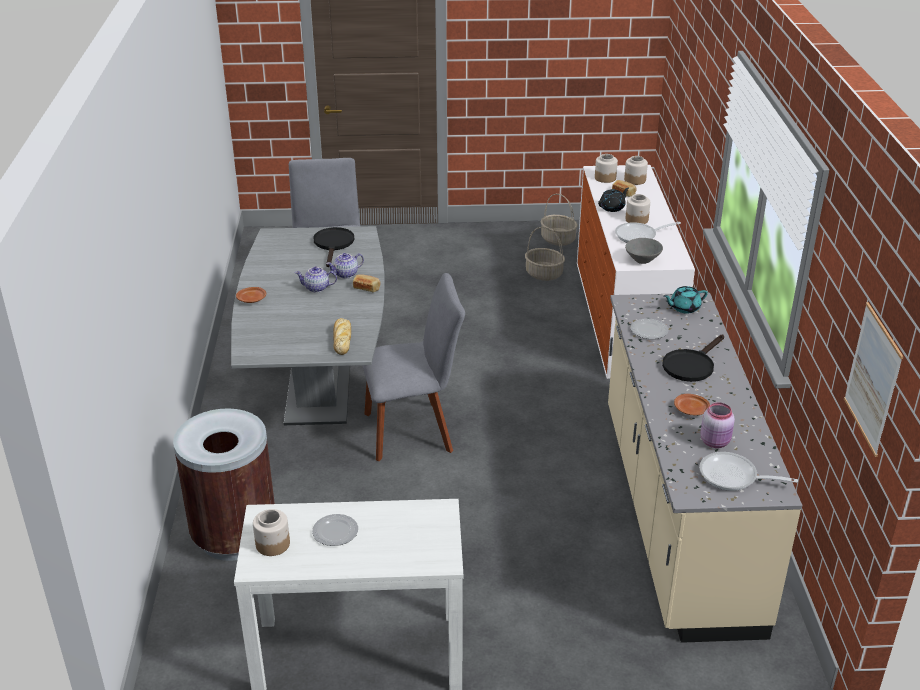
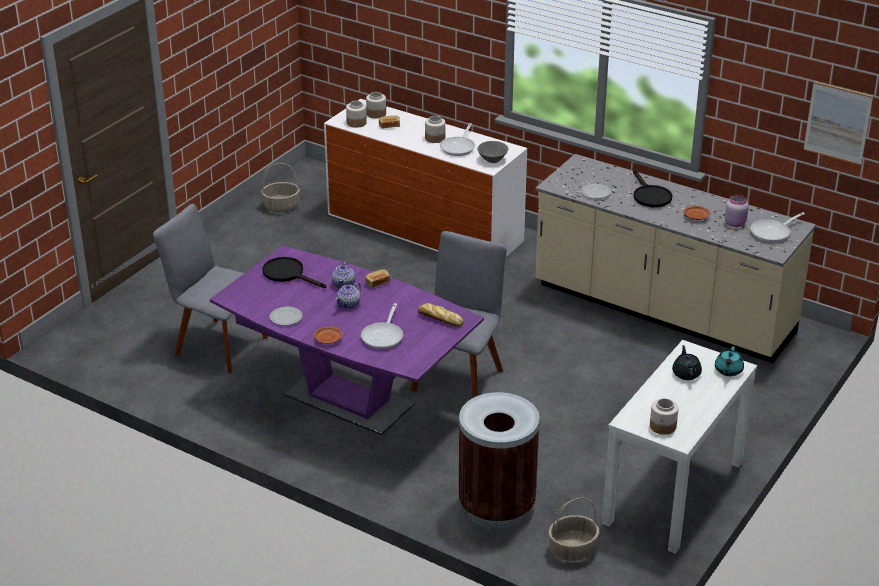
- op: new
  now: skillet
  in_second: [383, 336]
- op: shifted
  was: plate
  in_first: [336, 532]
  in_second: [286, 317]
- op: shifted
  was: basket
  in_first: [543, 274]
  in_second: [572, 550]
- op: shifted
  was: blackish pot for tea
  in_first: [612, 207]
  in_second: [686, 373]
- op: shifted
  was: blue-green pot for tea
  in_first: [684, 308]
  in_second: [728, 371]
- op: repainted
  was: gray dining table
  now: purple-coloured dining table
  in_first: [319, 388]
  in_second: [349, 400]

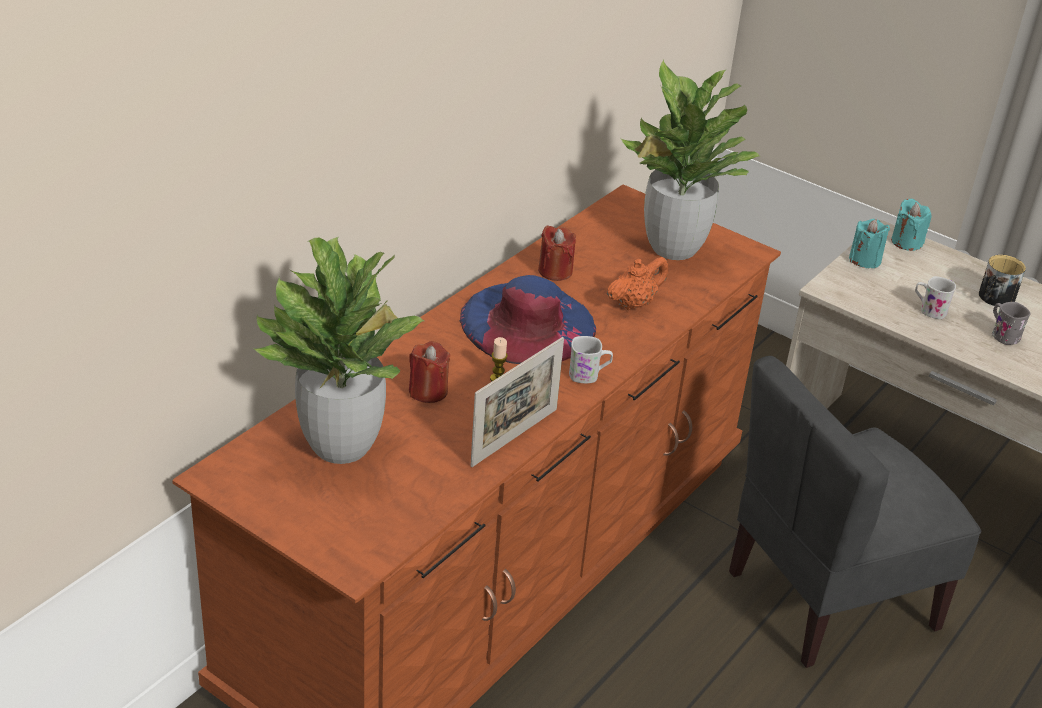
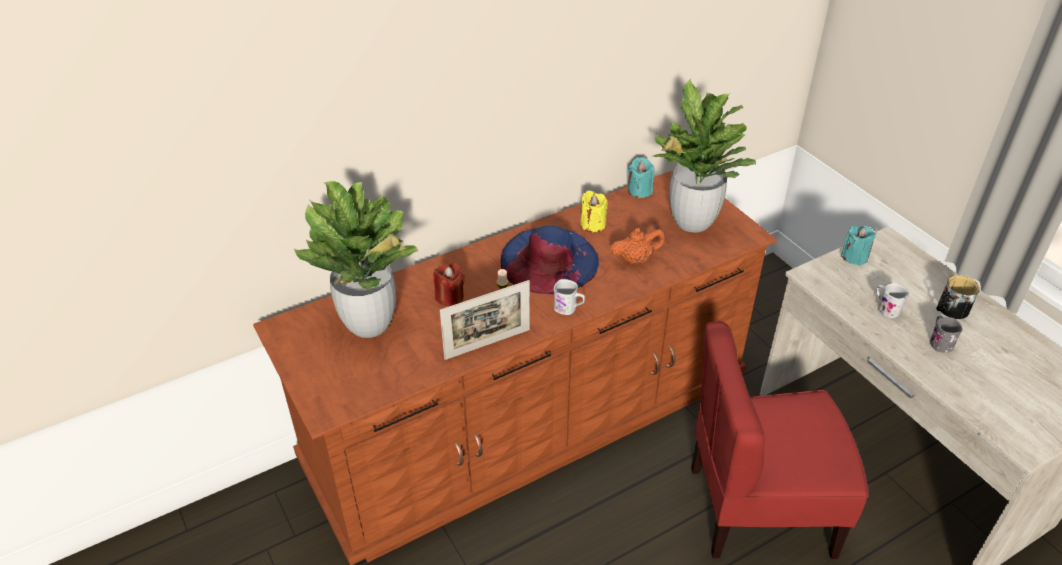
- op: shifted
  was: blue-green wax light
  in_first: [906, 242]
  in_second: [639, 191]
- op: repainted
  was: red wax light
  now: yellow-coloured wax light
  in_first: [555, 271]
  in_second: [592, 224]
- op: repainted
  was: gray plain chair
  now: red plain chair
  in_first: [829, 598]
  in_second: [759, 509]

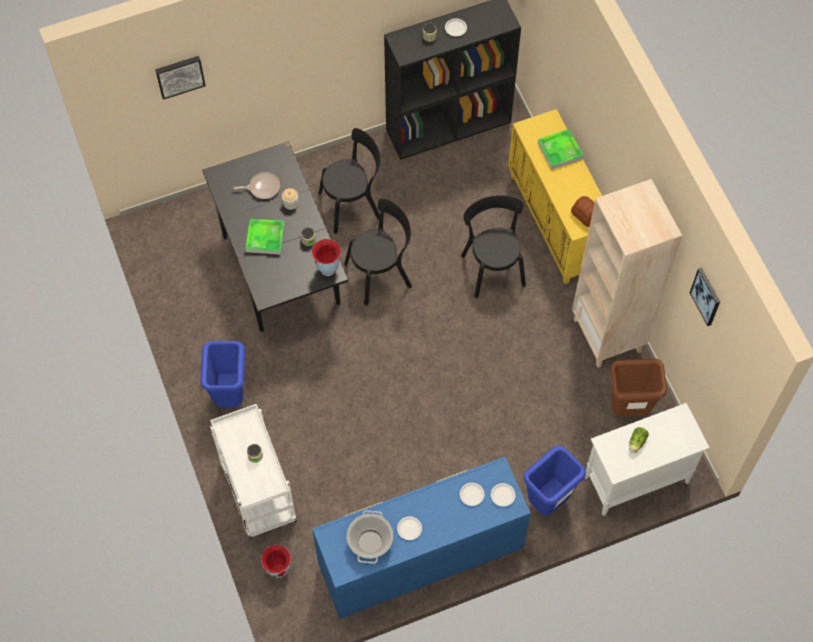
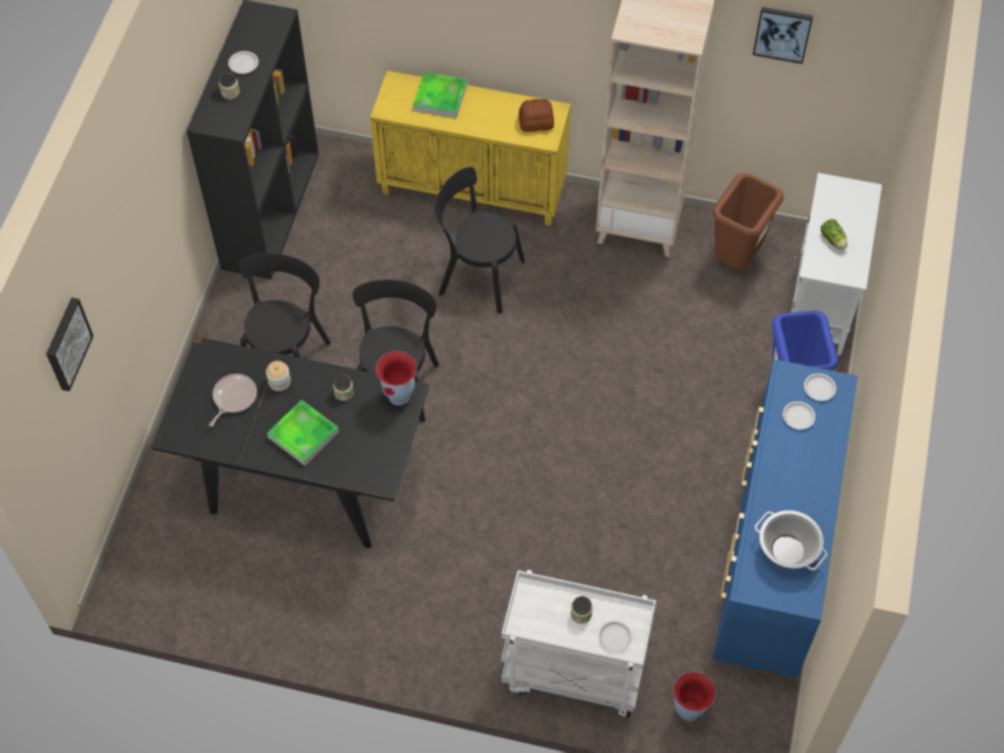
- op: gone
  was: blue trash can
  in_first: [230, 395]
- op: shifted
  was: white-coloured plate
  in_first: [409, 528]
  in_second: [614, 637]

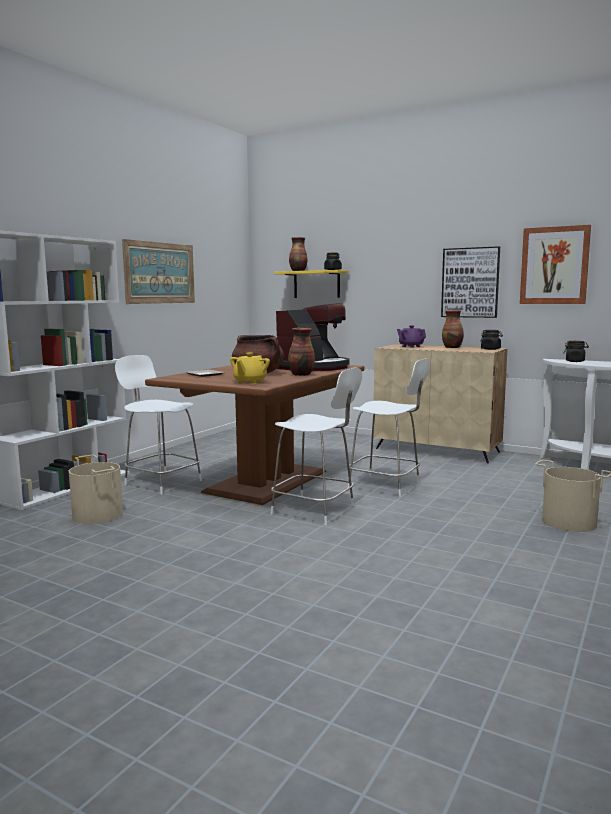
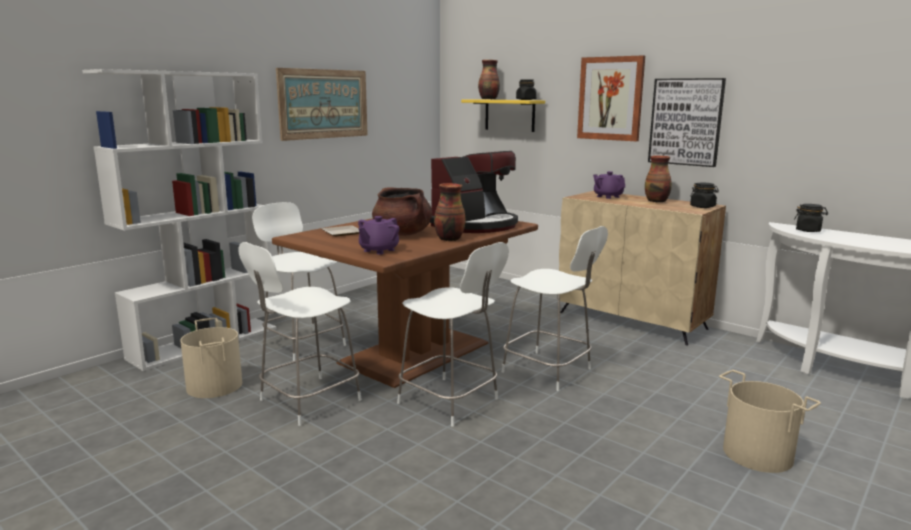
- op: new
  now: white-coloured plain chair
  in_second: [307, 401]
- op: shifted
  was: wall art
  in_first: [554, 265]
  in_second: [610, 98]
- op: repainted
  was: yellow-coloured pot for tea
  now: purple-coloured pot for tea
  in_first: [249, 382]
  in_second: [378, 250]

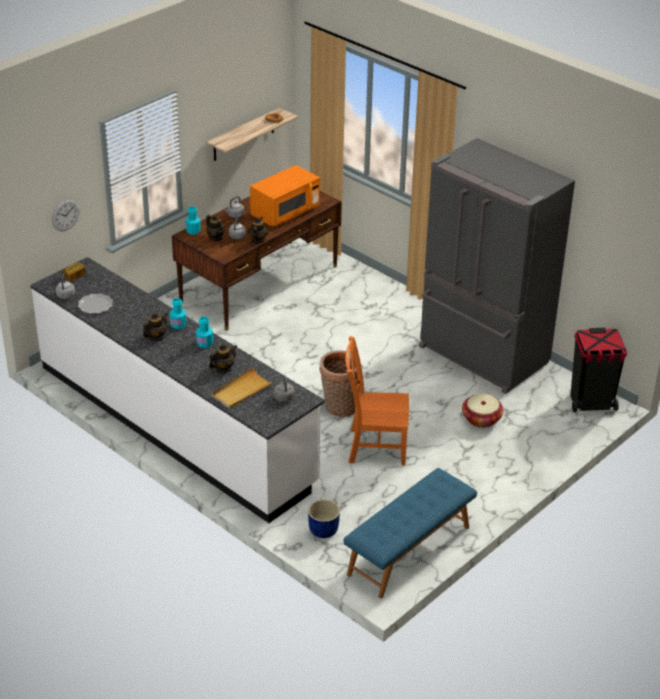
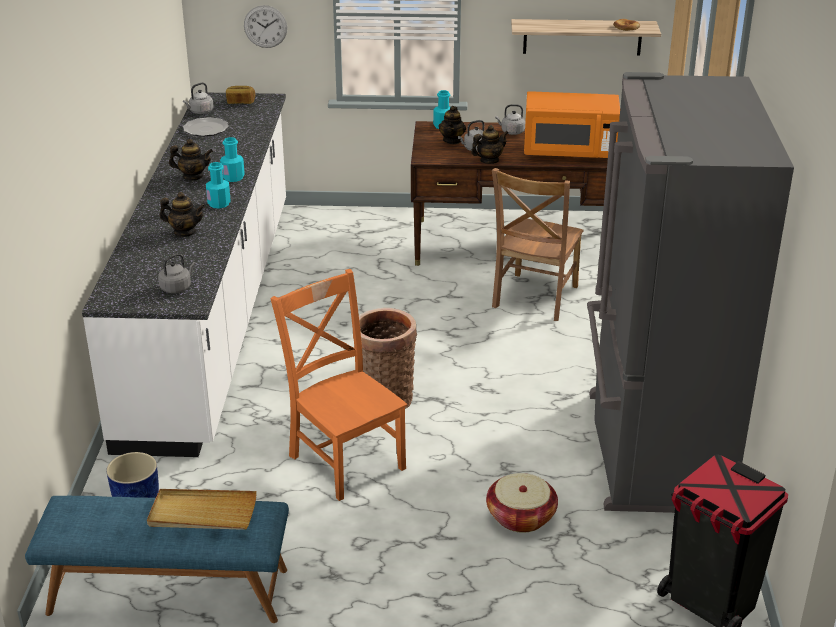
- op: new
  now: brown plain chair
  in_second: [534, 298]
- op: shifted
  was: sand-coloured carrying tray
  in_first: [242, 391]
  in_second: [202, 513]

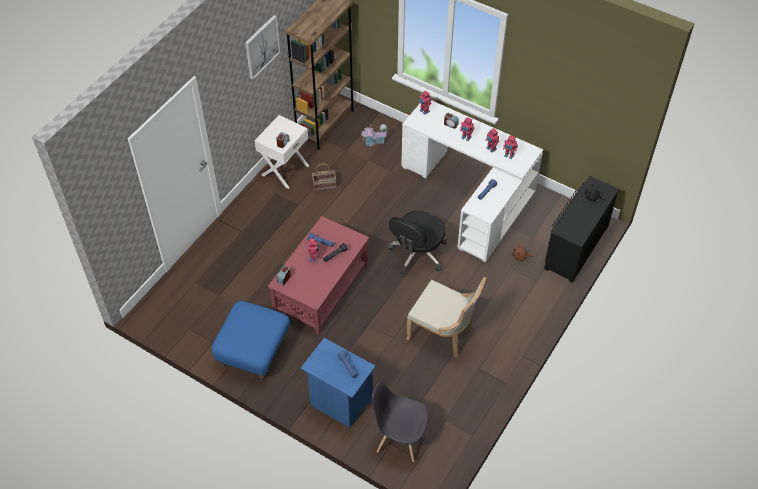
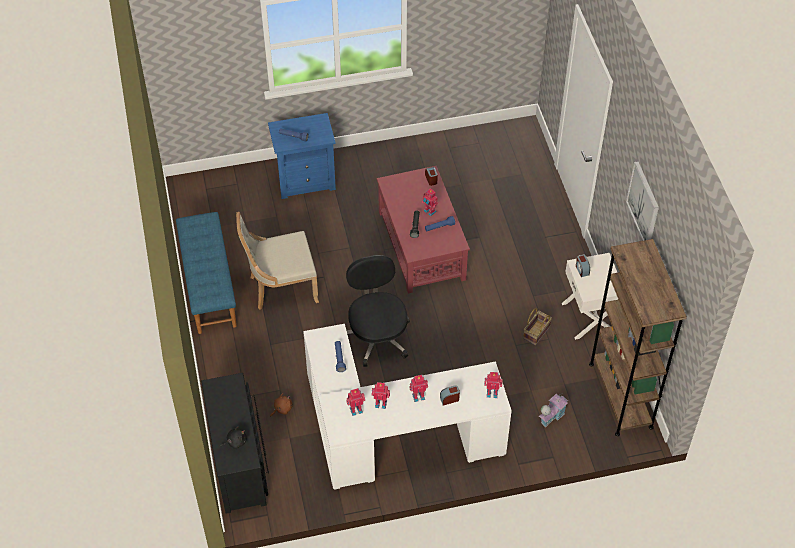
- op: gone
  was: blue pouffe
  in_first: [253, 352]
- op: gone
  was: gray plain chair
  in_first: [399, 440]
- op: new
  now: blue indoor bench
  in_second: [208, 285]

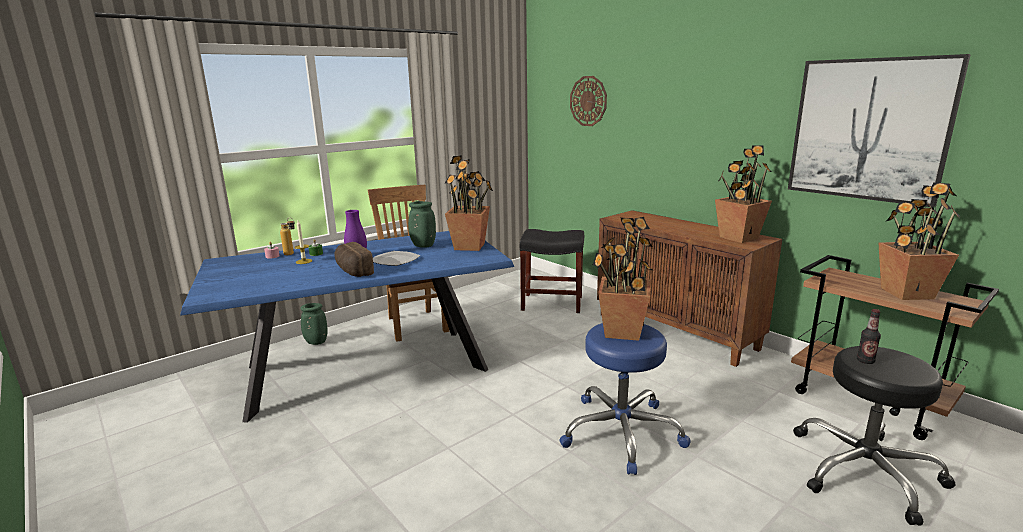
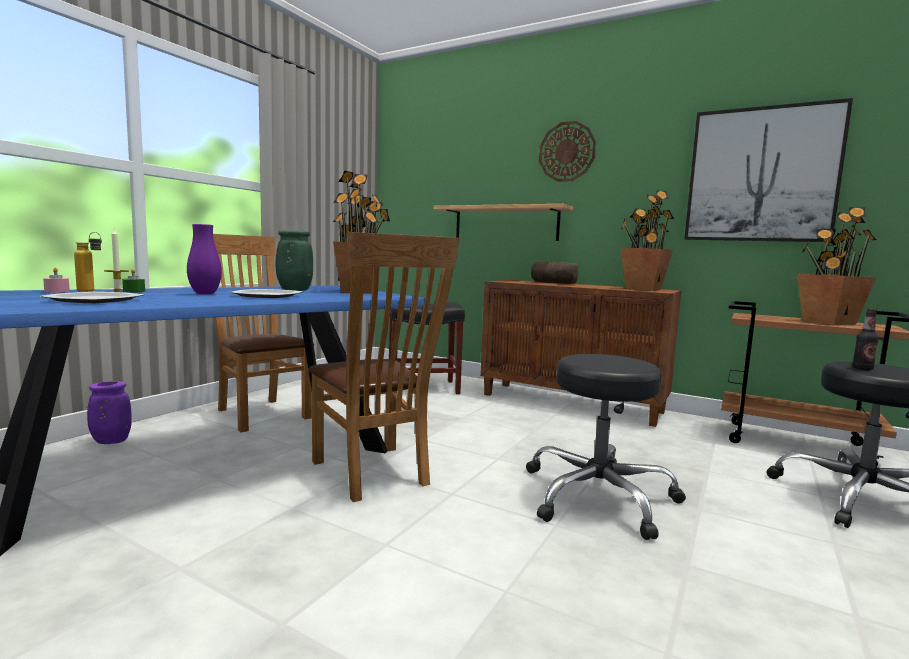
- op: gone
  was: houseplant
  in_first: [621, 332]
- op: new
  now: plate
  in_second: [95, 300]
- op: new
  now: brown plain chair
  in_second: [374, 475]
- op: new
  now: wall shelf
  in_second: [505, 223]
- op: shifted
  was: bread
  in_first: [353, 271]
  in_second: [552, 283]
- op: shifted
  was: wall clock
  in_first: [588, 101]
  in_second: [567, 152]
- op: repainted
  was: greenish flower vase
  now: purple-coloured flower vase
  in_first: [315, 342]
  in_second: [110, 442]
- op: repainted
  was: blue stool
  now: blackish stool
  in_first: [622, 432]
  in_second: [599, 496]

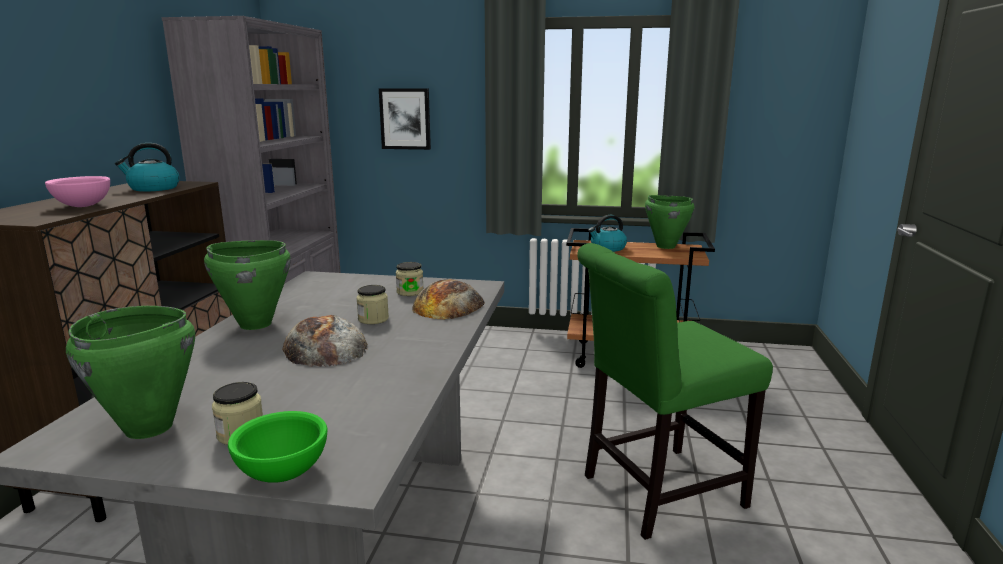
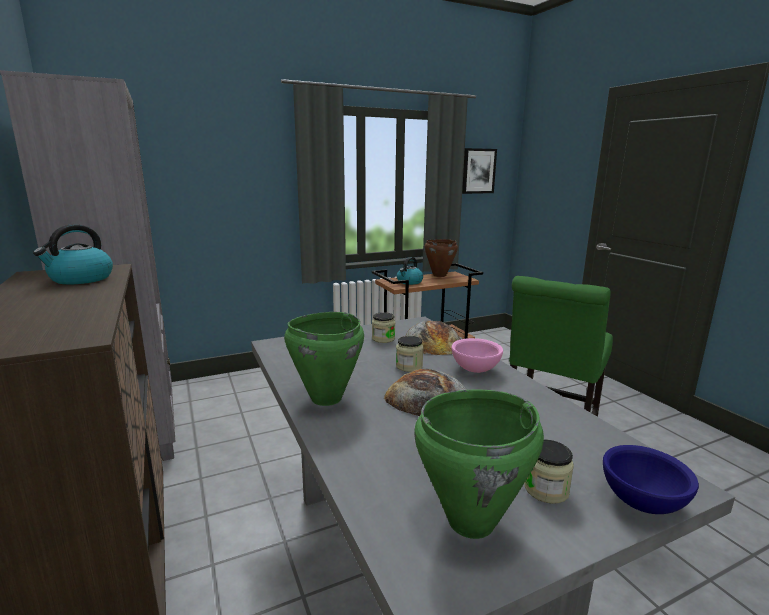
- op: shifted
  was: pink-coloured deep dish
  in_first: [83, 206]
  in_second: [474, 369]
- op: shifted
  was: wall art
  in_first: [405, 119]
  in_second: [478, 171]
- op: repainted
  was: greenish deep dish
  now: blue deep dish
  in_first: [284, 473]
  in_second: [642, 501]
- op: repainted
  was: greenish stockpot
  now: brown stockpot
  in_first: [665, 246]
  in_second: [439, 275]

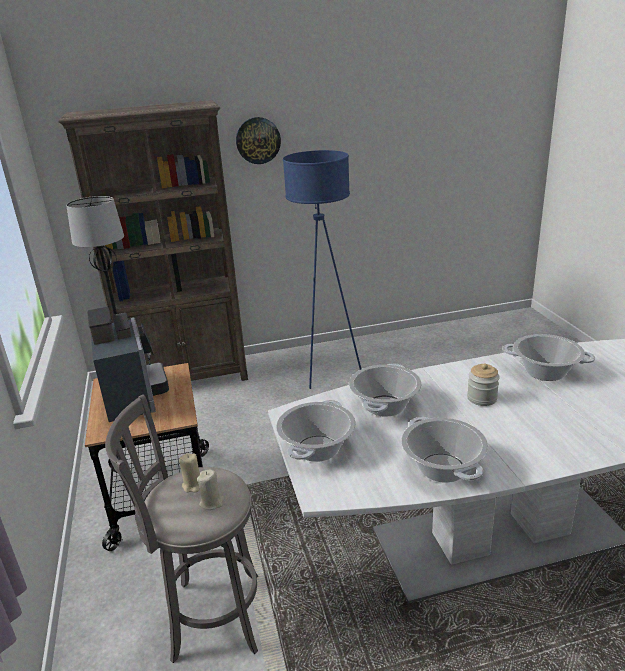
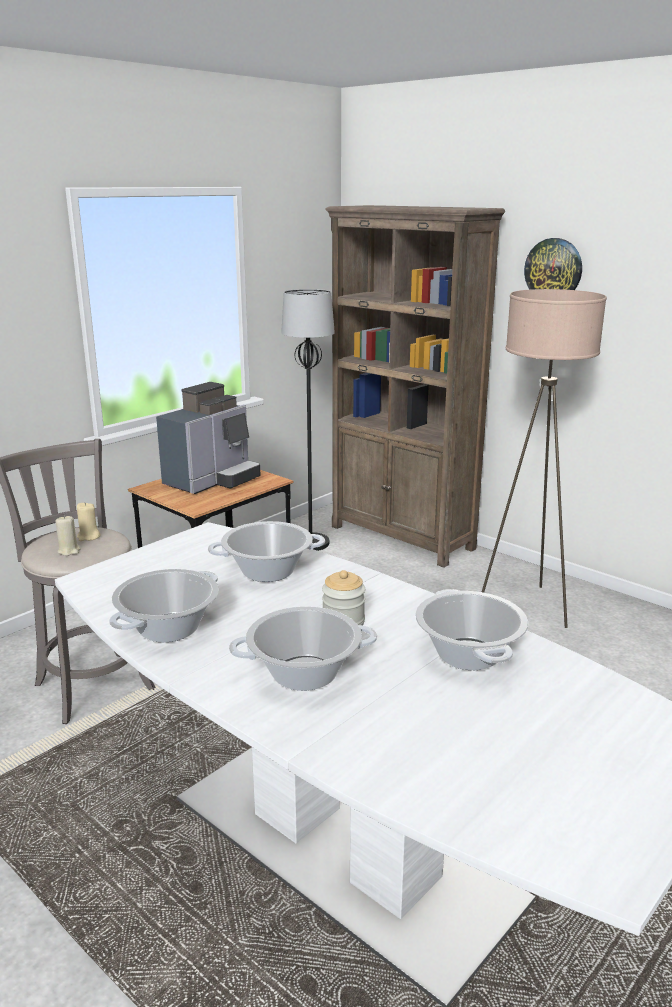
- op: shifted
  was: stockpot
  in_first: [317, 448]
  in_second: [304, 674]
- op: repainted
  was: blue standing lamp
  now: sand-coloured standing lamp
  in_first: [327, 371]
  in_second: [527, 607]

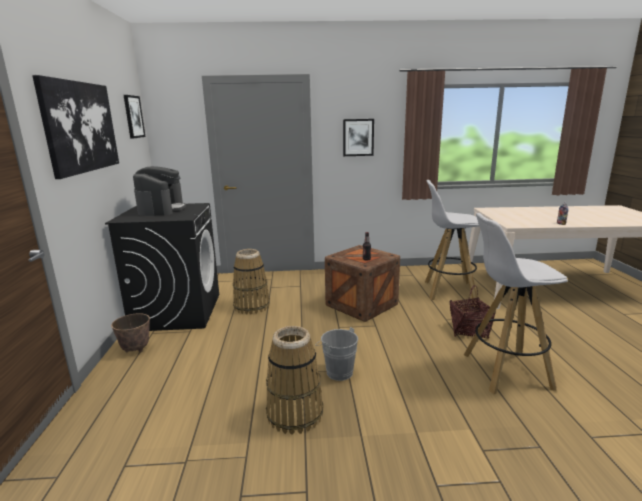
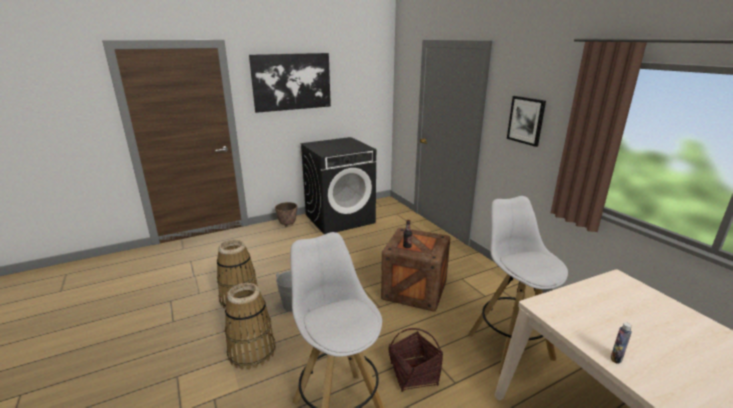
- op: gone
  was: wall art
  in_first: [133, 117]
- op: gone
  was: coffee brewer
  in_first: [162, 209]
- op: shifted
  was: basket
  in_first: [251, 306]
  in_second: [252, 351]

